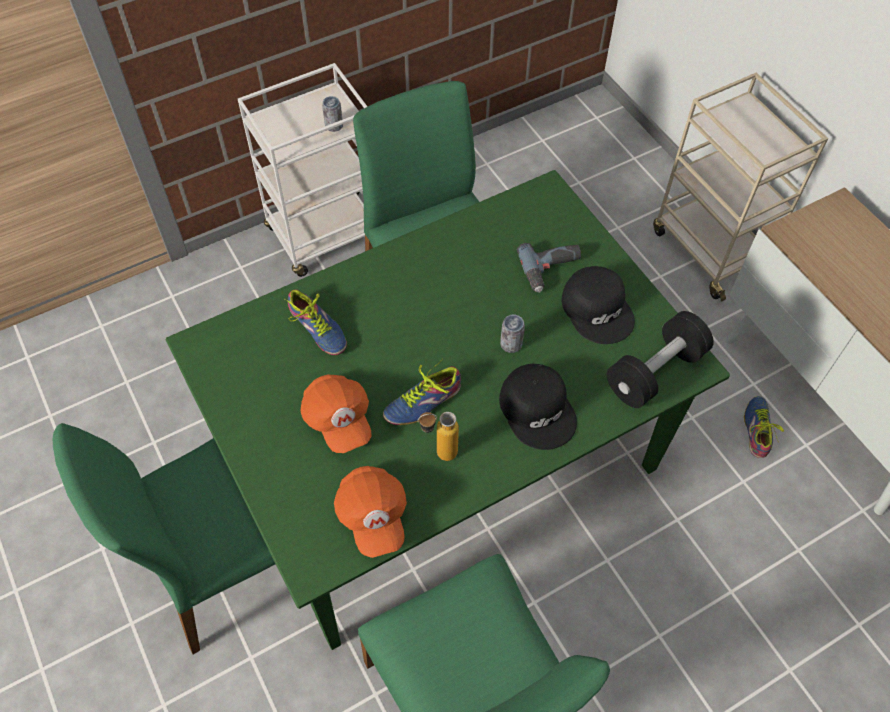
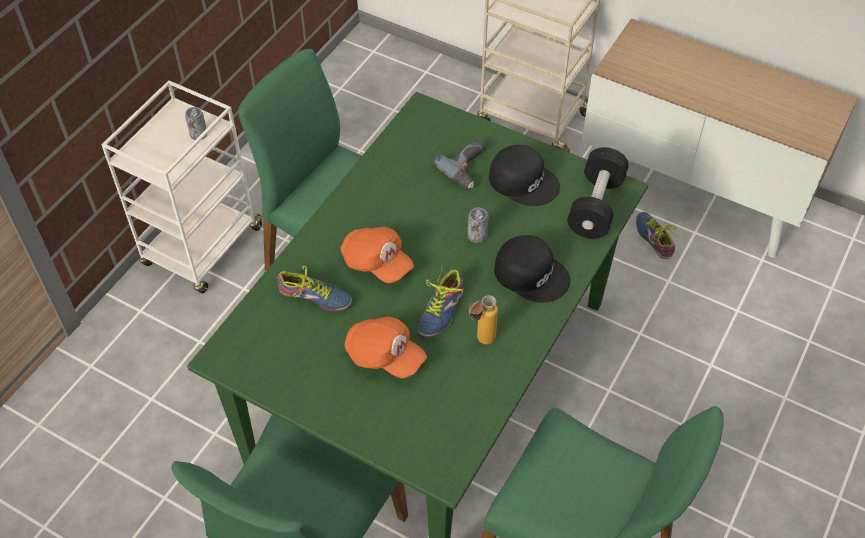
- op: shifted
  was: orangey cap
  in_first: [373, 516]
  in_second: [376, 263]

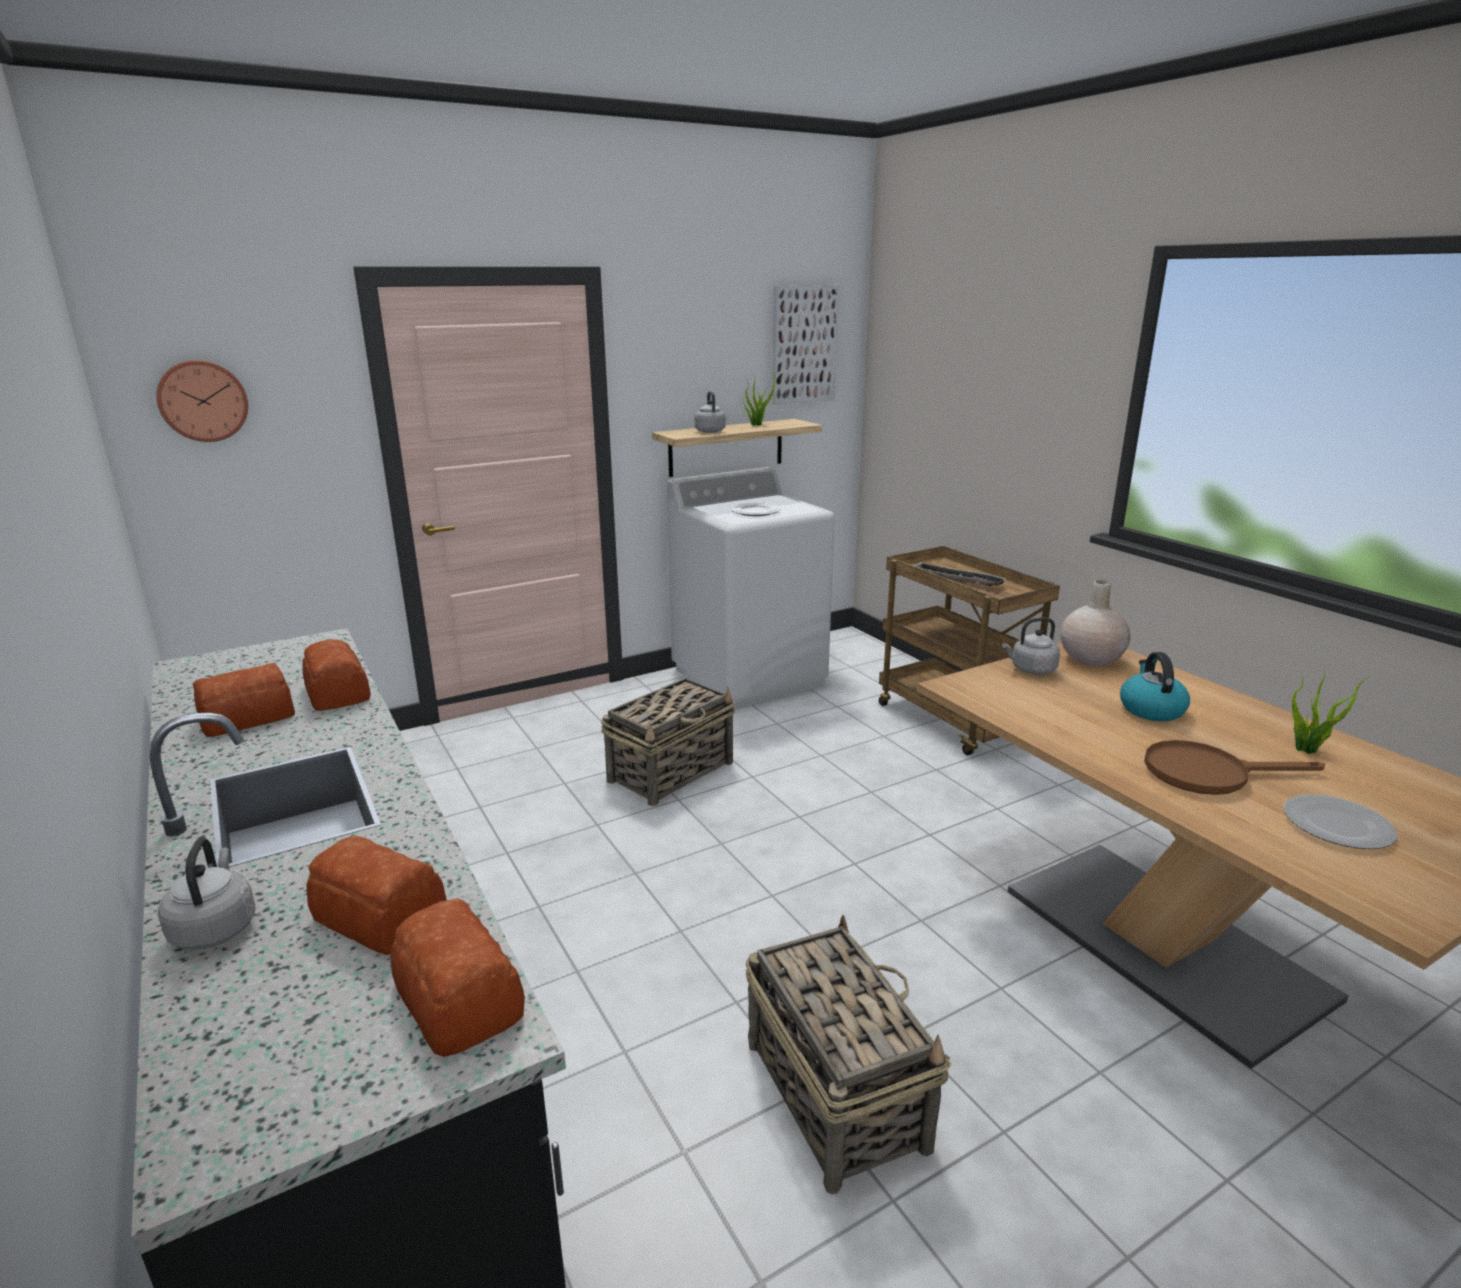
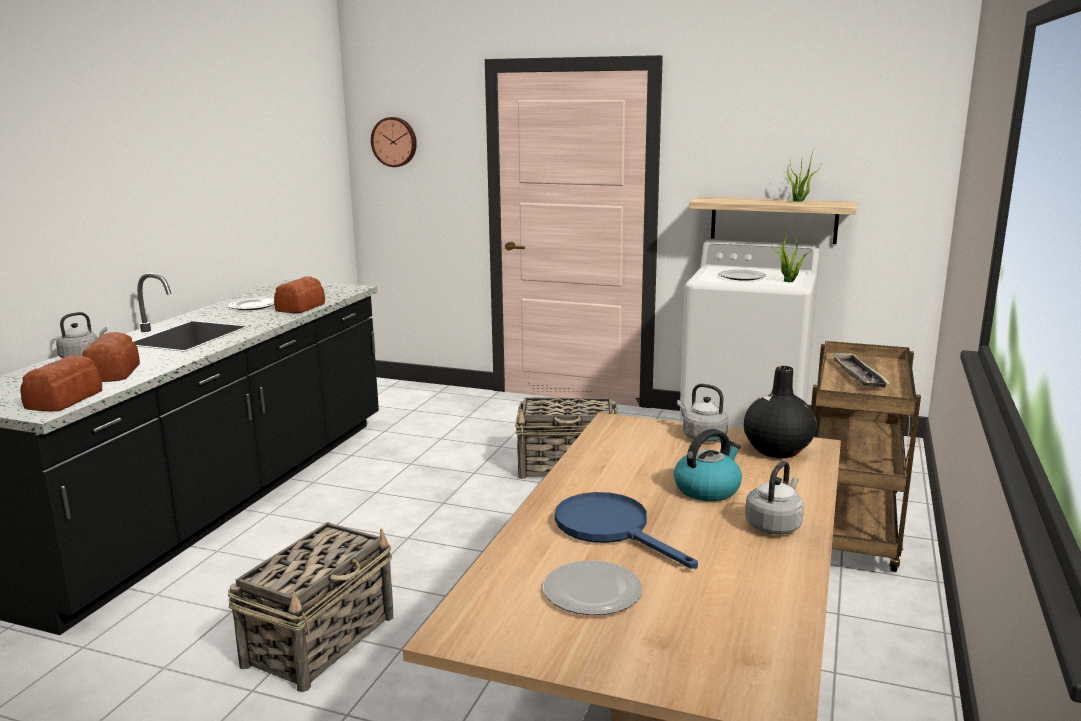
- op: gone
  was: wall art
  in_first: [804, 345]
- op: shifted
  was: gray kettle
  in_first: [709, 431]
  in_second: [774, 525]
- op: shifted
  was: houseplant
  in_first: [1309, 750]
  in_second: [789, 281]
- op: swapped
  was: bread
  now: plate
  in_first: [245, 718]
  in_second: [253, 306]
- op: repainted
  was: sand-coloured flower vase
  now: blackish flower vase
  in_first: [1090, 658]
  in_second: [777, 450]
- op: repainted
  was: brown skillet
  now: blue skillet
  in_first: [1208, 773]
  in_second: [611, 529]

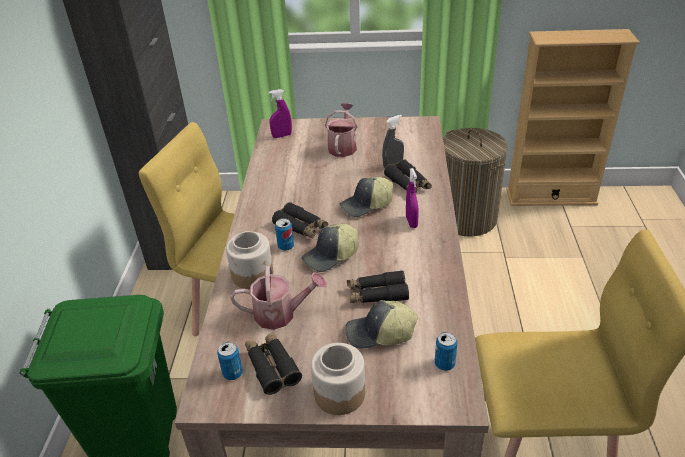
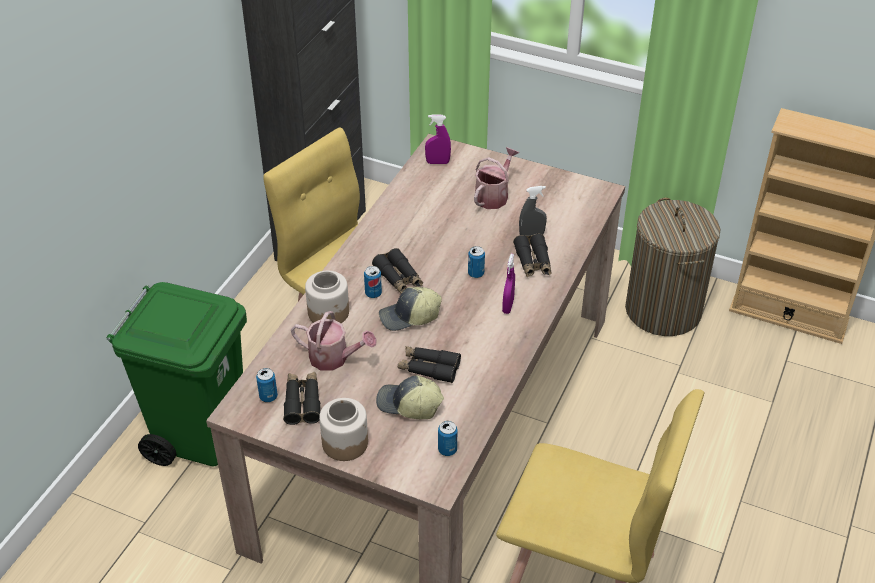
- op: swapped
  was: cap
  now: can
  in_first: [367, 205]
  in_second: [476, 273]

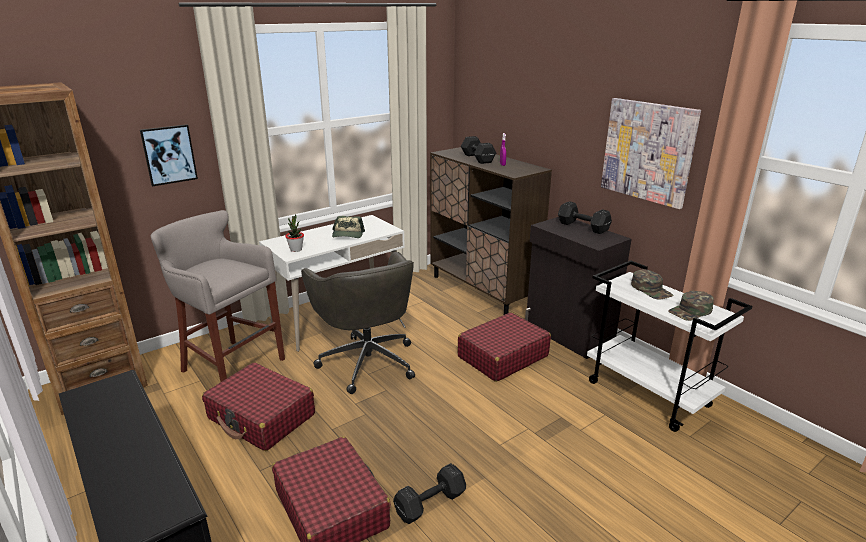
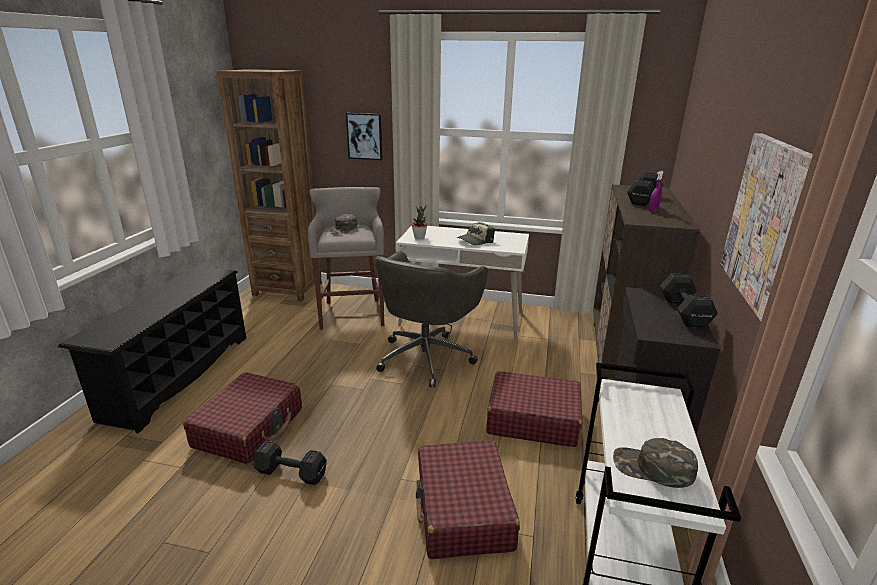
- op: shifted
  was: red piece of luggage
  in_first: [261, 417]
  in_second: [463, 510]
- op: shifted
  was: greenish cap
  in_first: [651, 290]
  in_second: [344, 229]

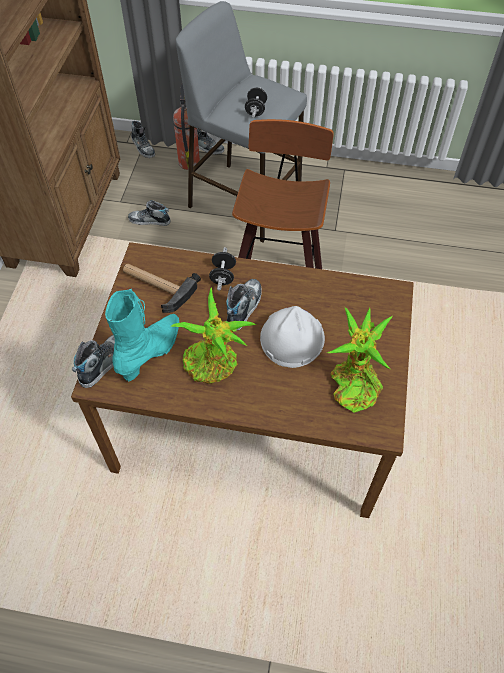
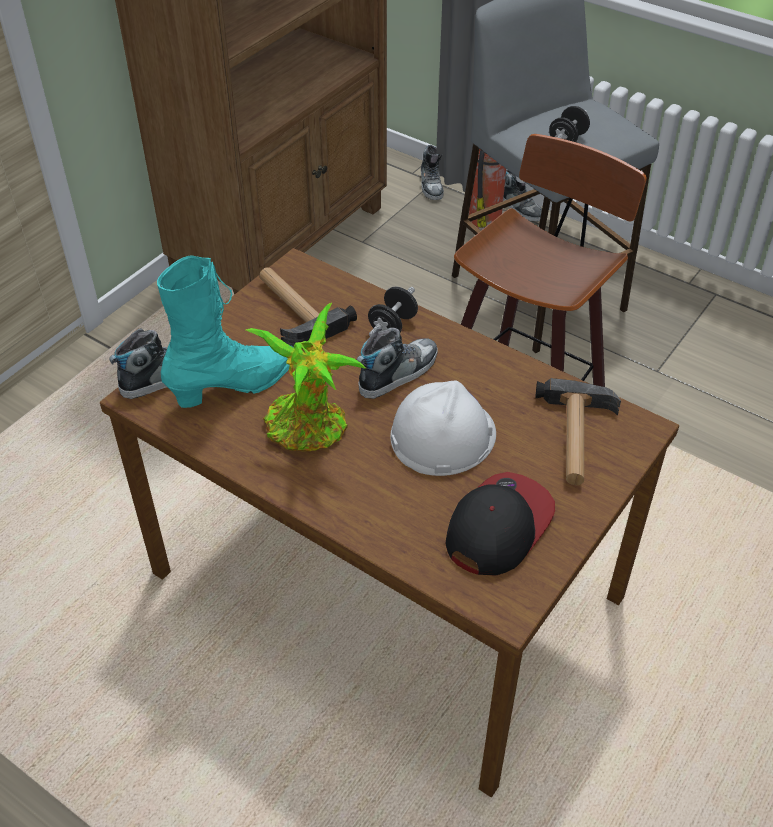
- op: gone
  was: low shoe
  in_first: [149, 220]
- op: new
  now: hammer
  in_second: [575, 438]
- op: swapped
  was: houseplant
  now: cap
  in_first: [353, 383]
  in_second: [498, 526]

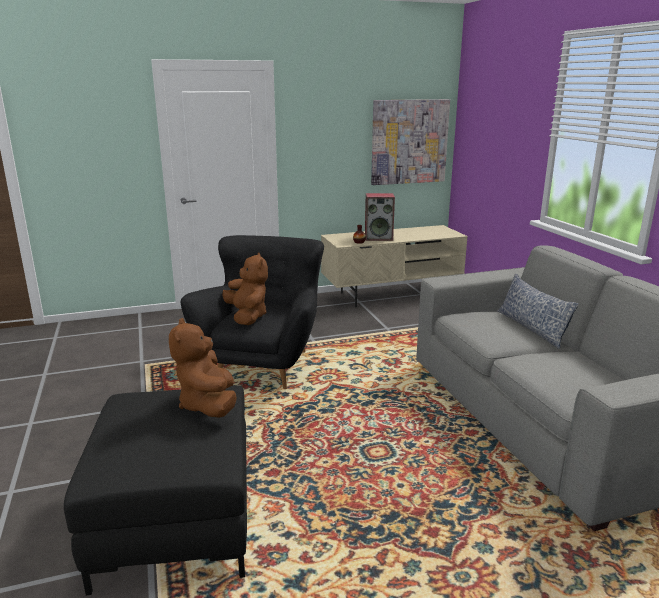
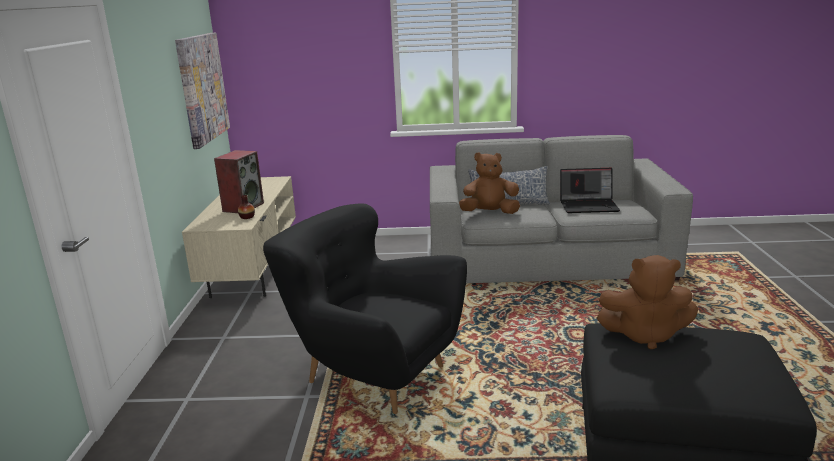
- op: new
  now: laptop
  in_second: [589, 206]
- op: shifted
  was: brown soft toy
  in_first: [247, 316]
  in_second: [489, 213]

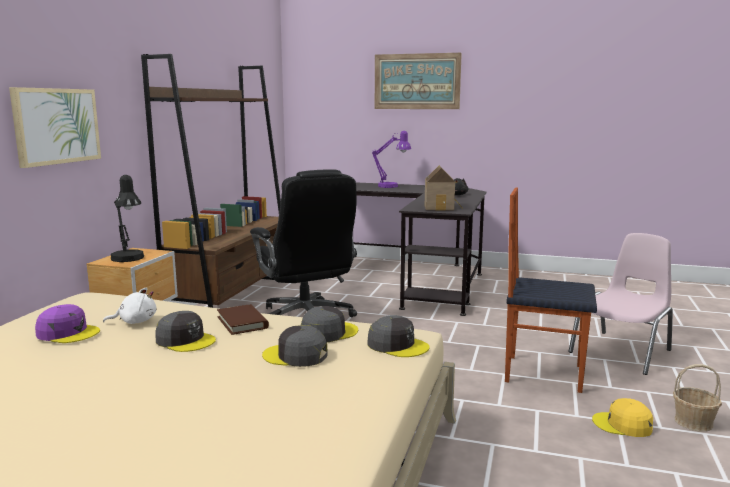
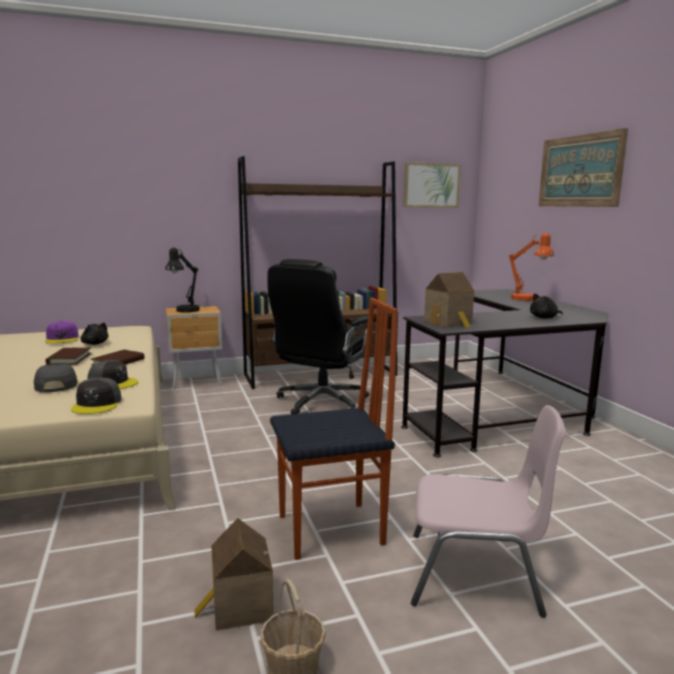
- op: shifted
  was: wall art
  in_first: [56, 126]
  in_second: [431, 185]
- op: swapped
  was: gray cap
  now: brown book
  in_first: [185, 340]
  in_second: [69, 359]
- op: swapped
  was: yellow-coloured cap
  now: model house
  in_first: [623, 425]
  in_second: [238, 607]
- op: repainted
  was: white-coloured soft toy
  now: blackish soft toy
  in_first: [135, 321]
  in_second: [94, 344]
- op: repainted
  was: purple-coloured table lamp
  now: orangey table lamp
  in_first: [392, 186]
  in_second: [528, 299]
- op: rotated
  was: plain chair
  in_first: [543, 373]
  in_second: [332, 531]
  clockwise: 90

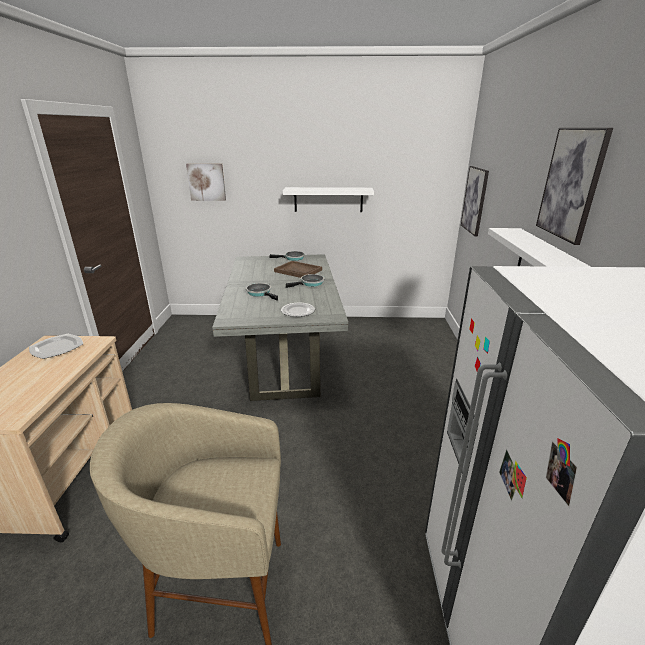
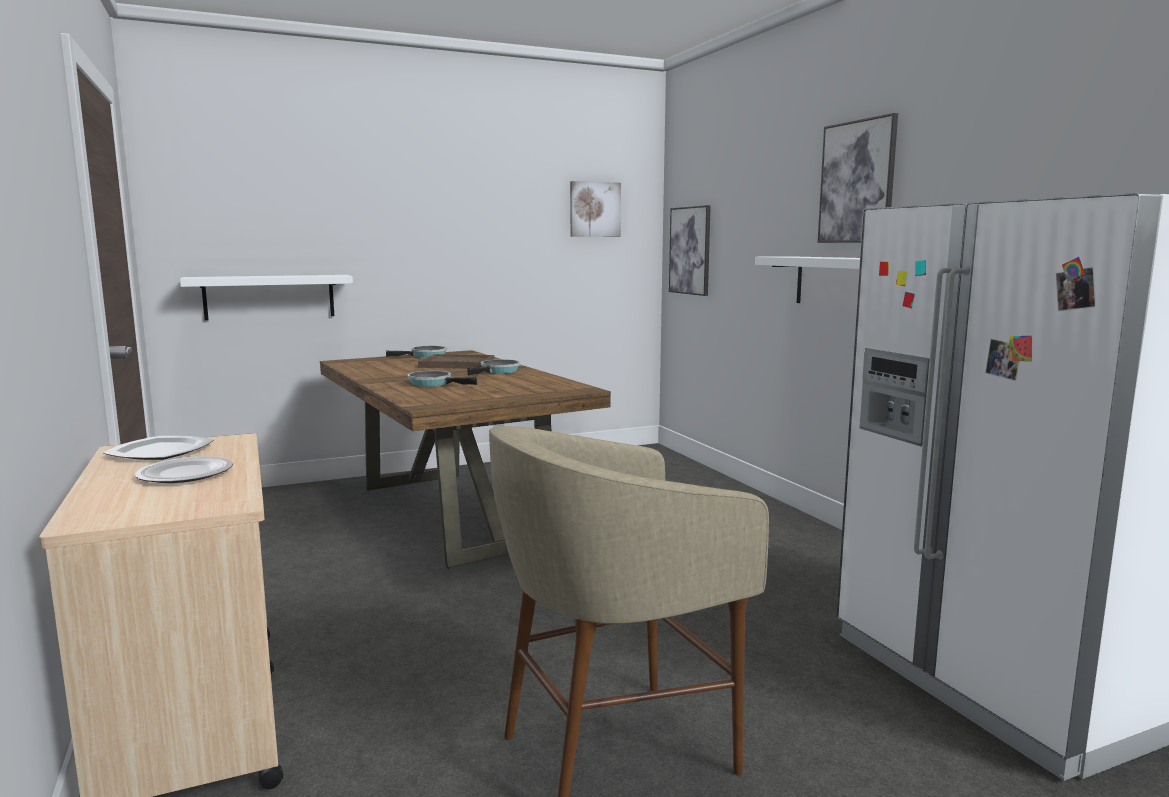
- op: shifted
  was: wall art
  in_first: [206, 182]
  in_second: [594, 209]
- op: shifted
  was: plate
  in_first: [297, 311]
  in_second: [184, 474]
- op: shifted
  was: white-coloured wall shelf
  in_first: [328, 199]
  in_second: [269, 297]
- op: repainted
  was: gray dining table
  now: brown dining table
  in_first: [285, 357]
  in_second: [454, 515]

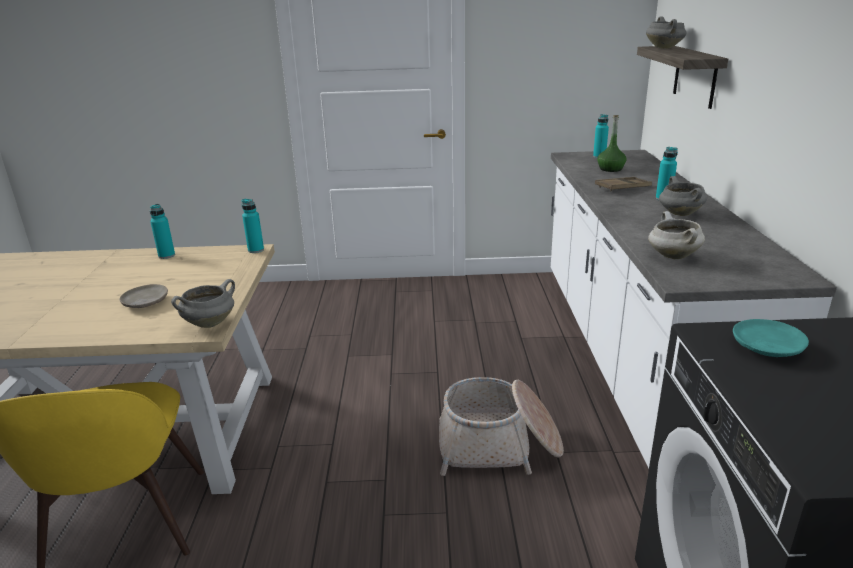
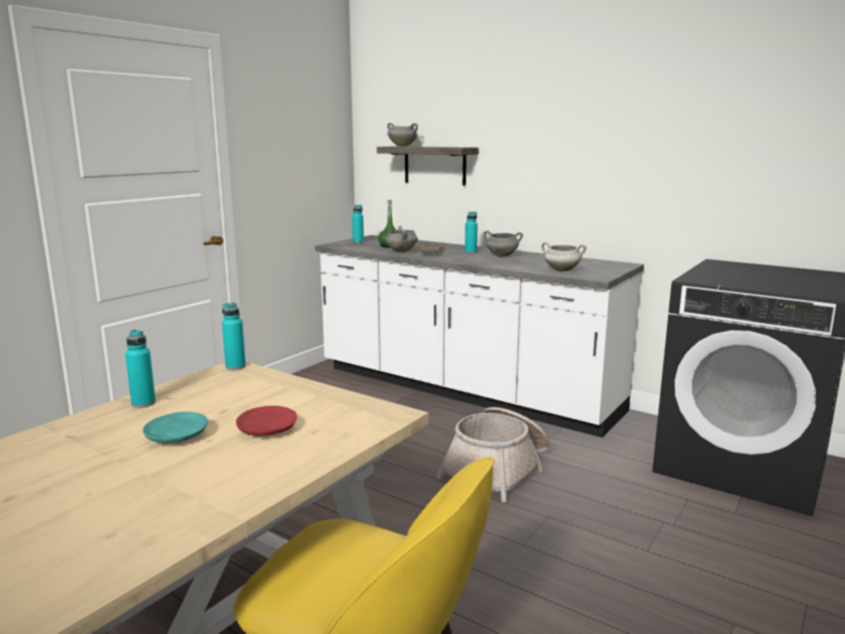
- op: shifted
  was: gray stockpot
  in_first: [210, 323]
  in_second: [401, 251]
- op: shifted
  was: blue-green plate
  in_first: [766, 347]
  in_second: [176, 437]
- op: repainted
  was: sand-coloured plate
  now: red plate
  in_first: [145, 303]
  in_second: [267, 430]

